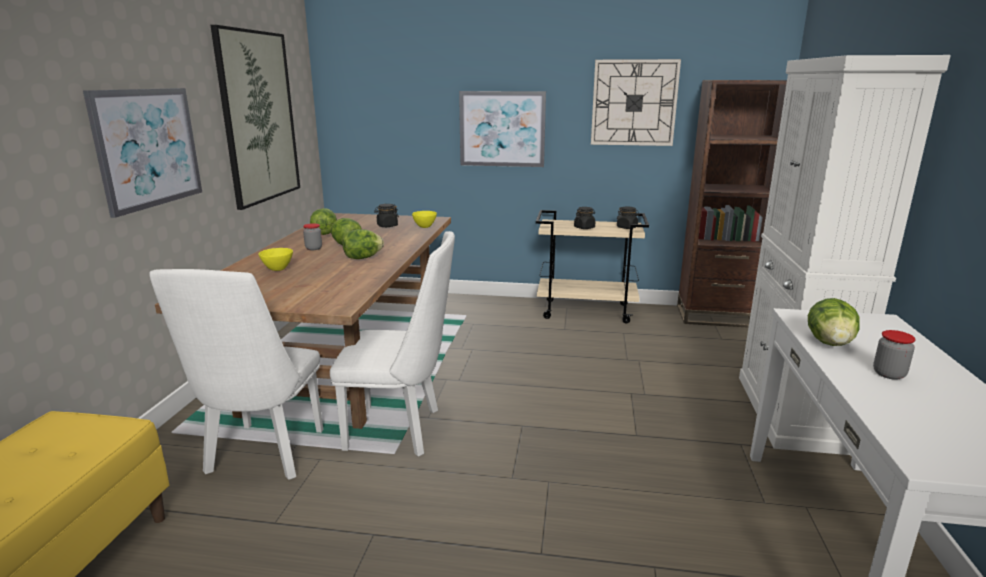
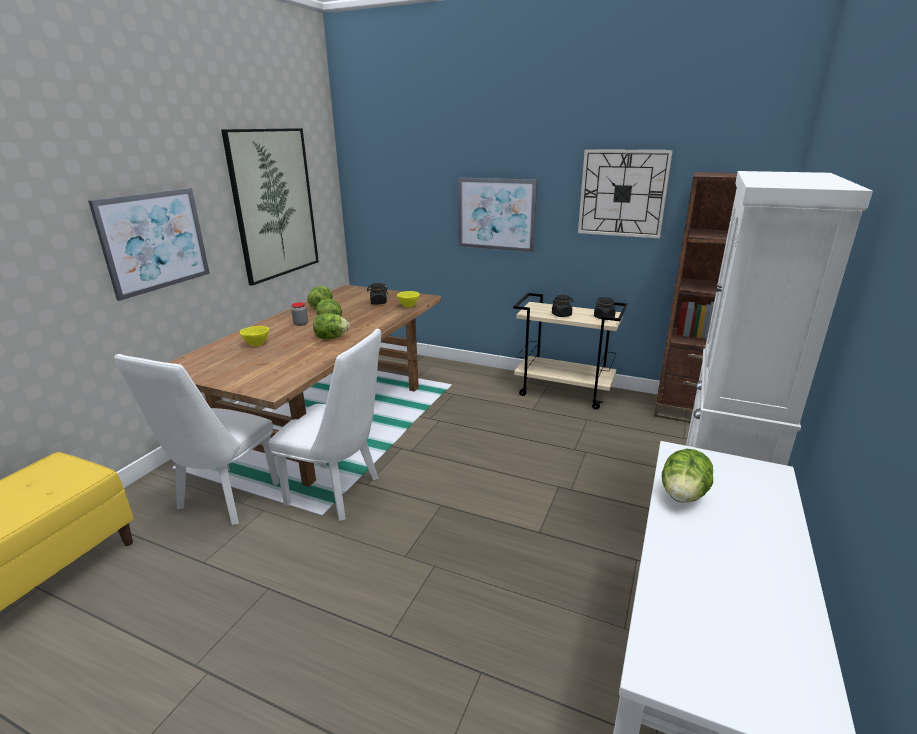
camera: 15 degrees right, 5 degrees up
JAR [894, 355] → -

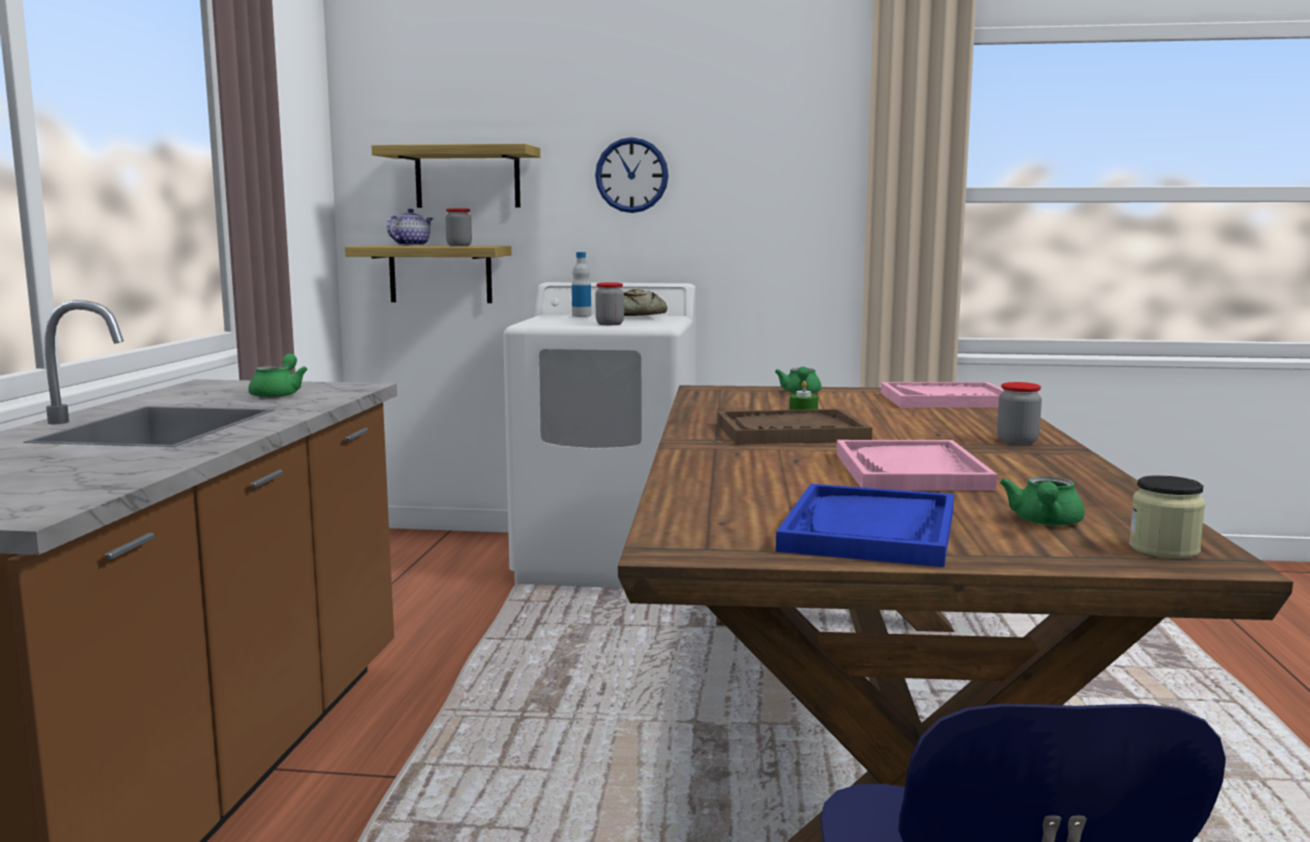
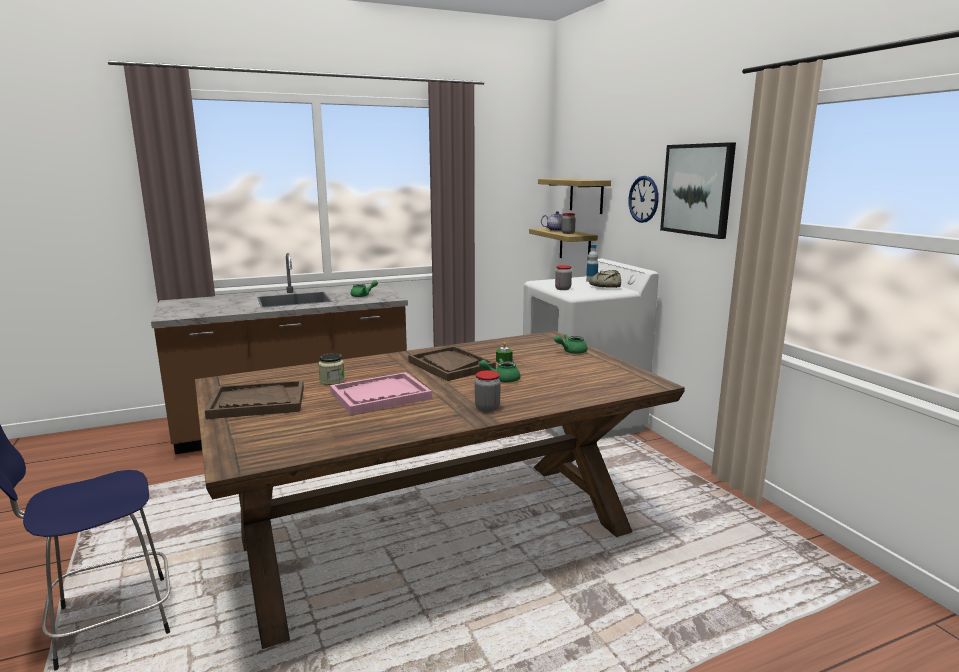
camera: 60 degrees right, 5 degrees up
PINK TRAY [942, 395] → -
JAR [1167, 517] → JAR [331, 369], relocated
GREEN TEAPOT [1042, 501] → GREEN TEAPOT [499, 370], relocated
BLUE TRAY [865, 525] → BROWN TRAY [254, 399]
- → PICTURE [698, 190]

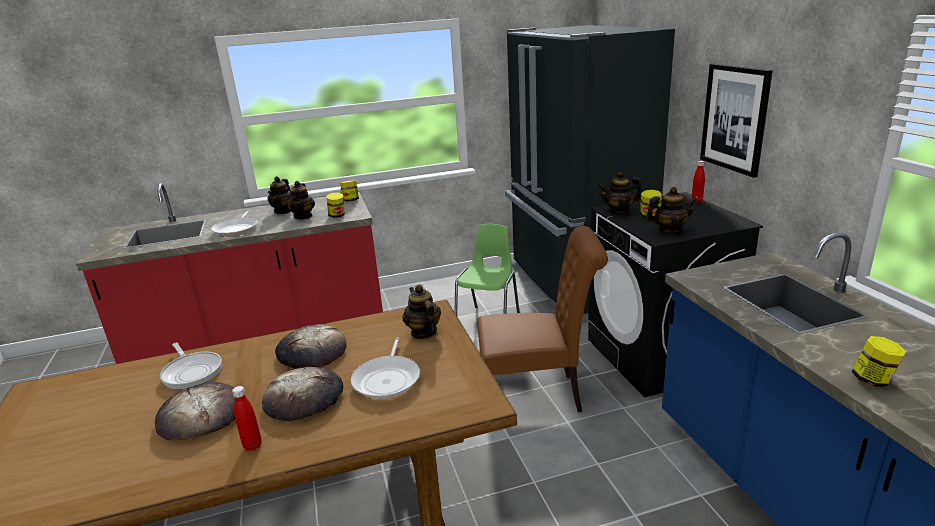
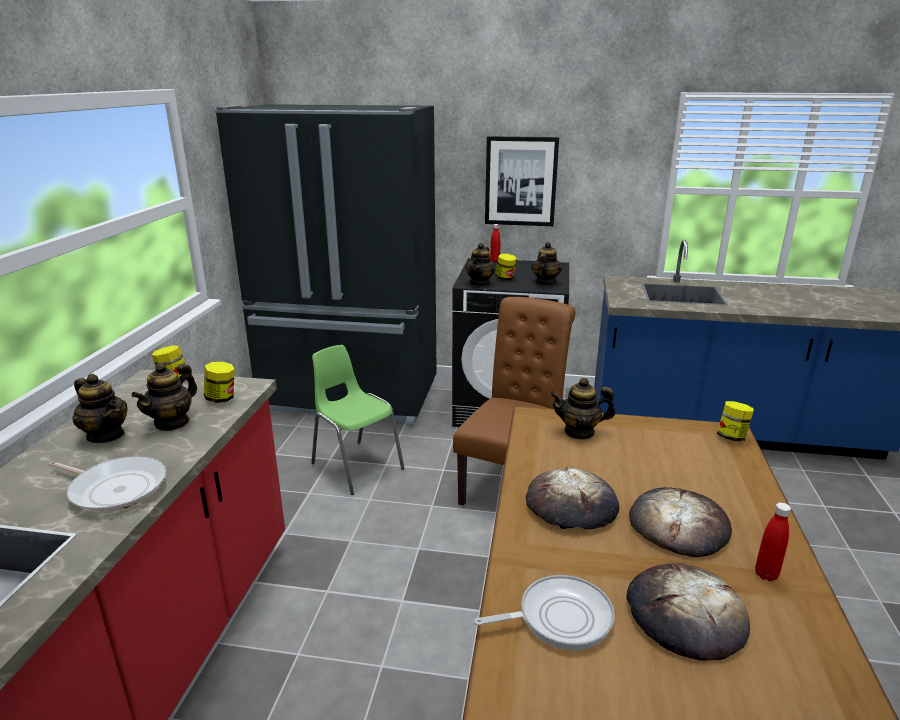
camera: 65 degrees left, 0 degrees up
TEAPOT [301, 200] → TEAPOT [164, 397], 90 degrees clockwise
JAR [878, 362] → JAR [735, 421], relocated
FRYING PAN [385, 368] → -

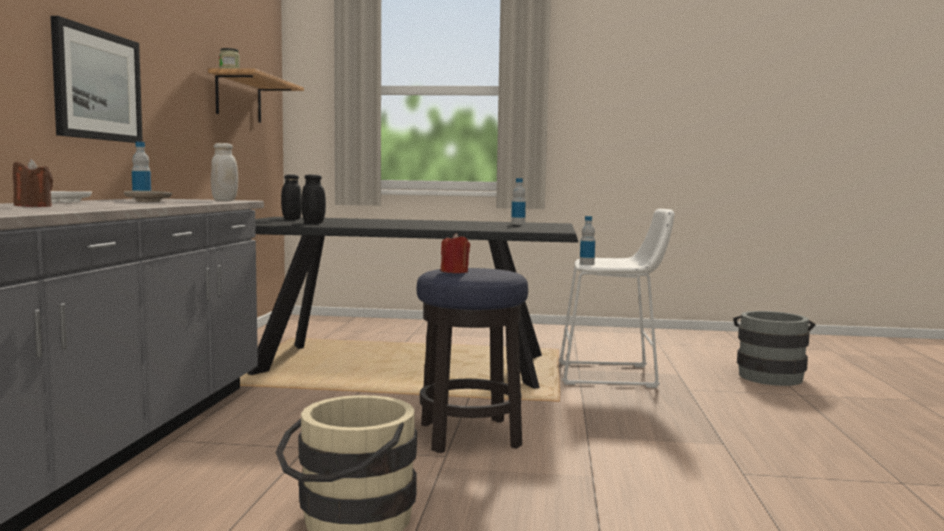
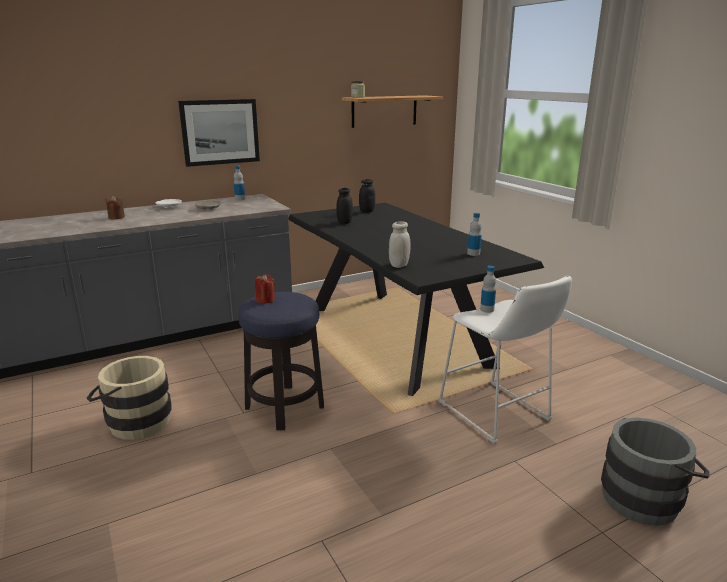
camera: 55 degrees right, 15 degrees up
WHITE JAR [224, 172] → WHITE JAR [399, 244], relocated

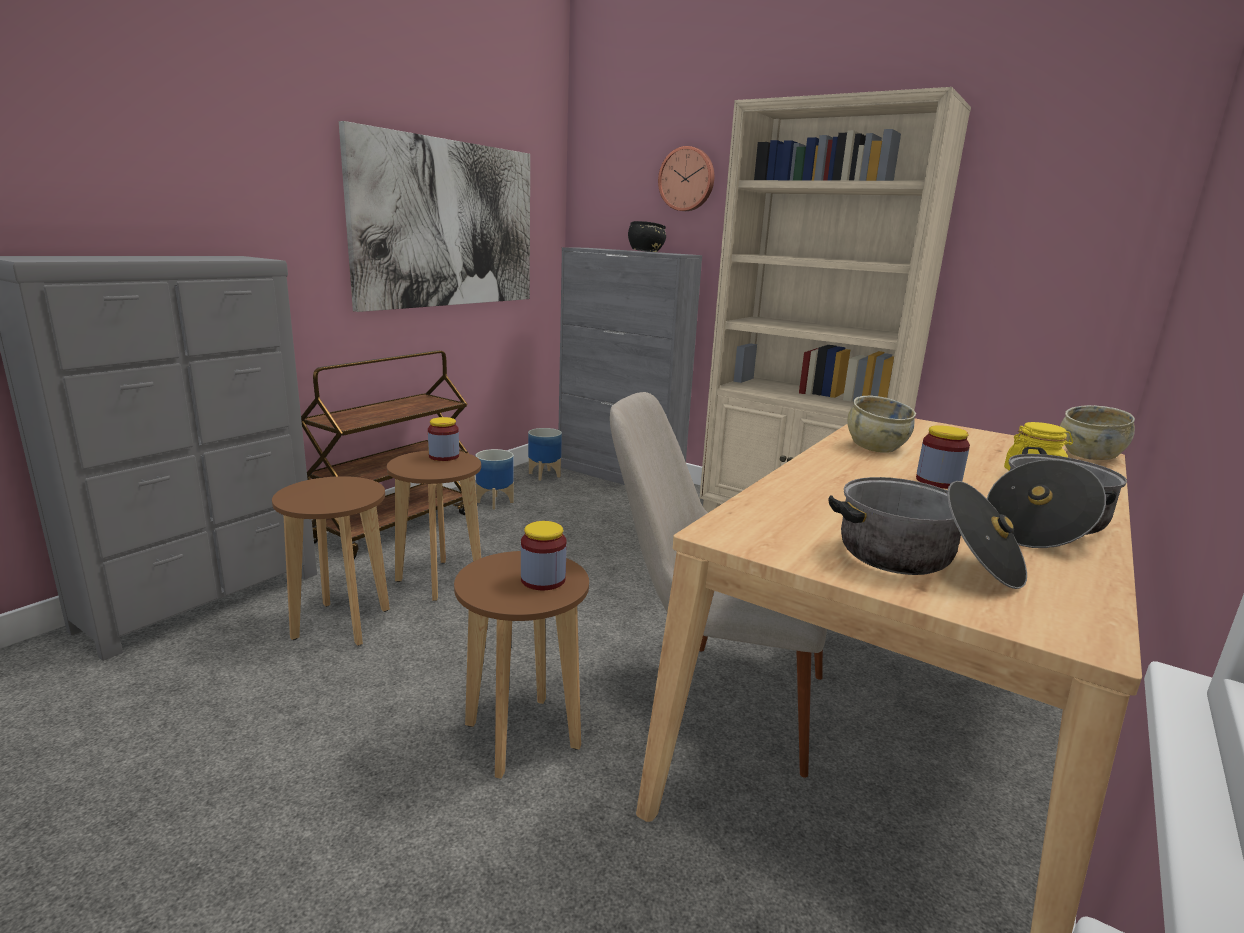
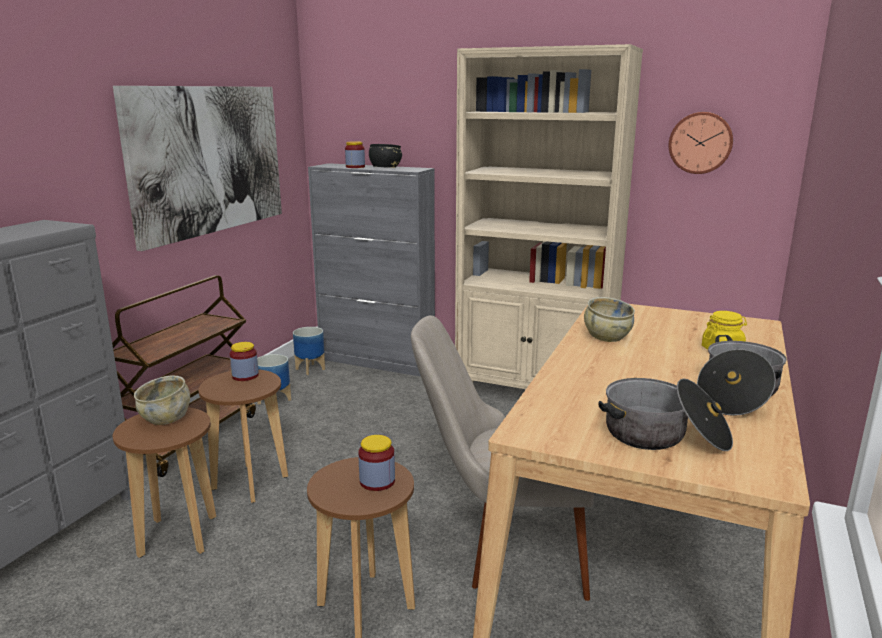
camera: 10 degrees left, 0 degrees up
WALL CLOCK [686, 178] → WALL CLOCK [701, 143], relocated
BEIGE BOWL [1097, 432] → BEIGE BOWL [162, 400], relocated
JAR [943, 457] → JAR [355, 154], relocated

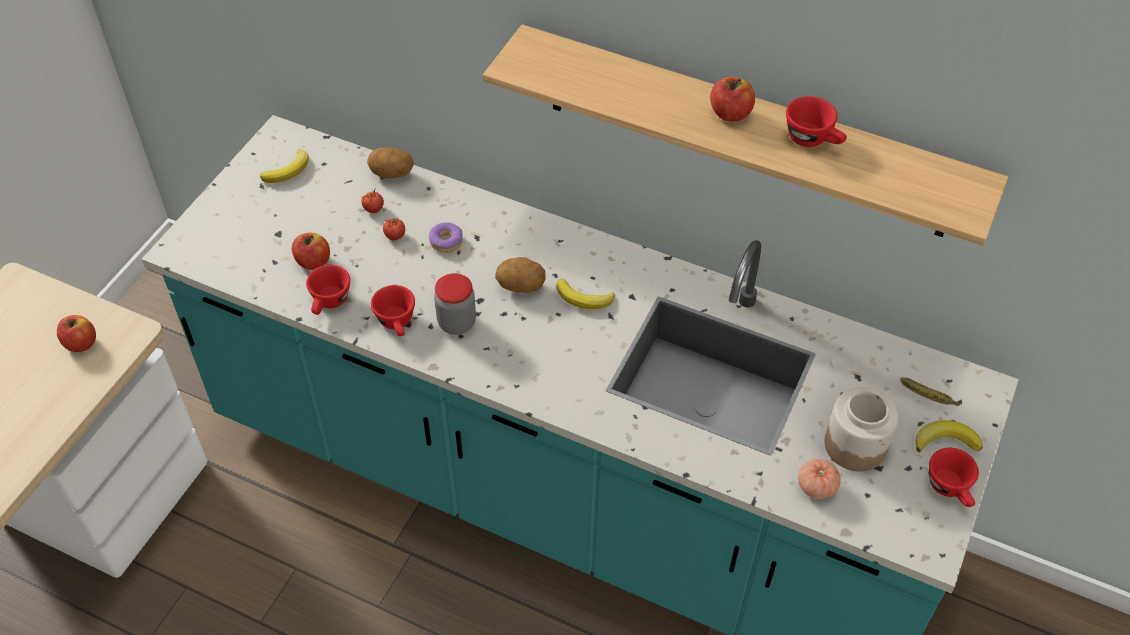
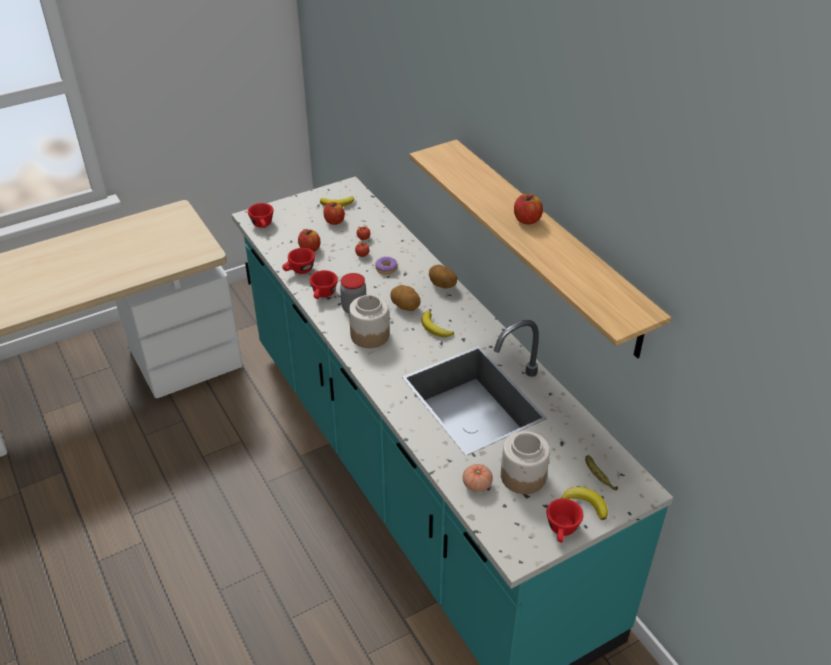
camera: 35 degrees right, 10 degrees down
RED CUP [816, 121] → RED CUP [260, 215], relocated
POTATO [390, 163] → POTATO [443, 276], relocated
APPLE [76, 333] → APPLE [334, 213], relocated
- → JAR [369, 321]

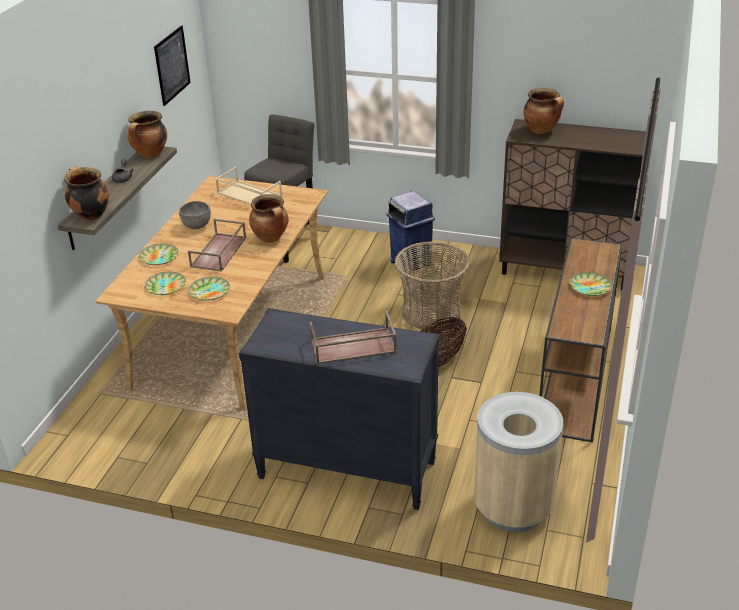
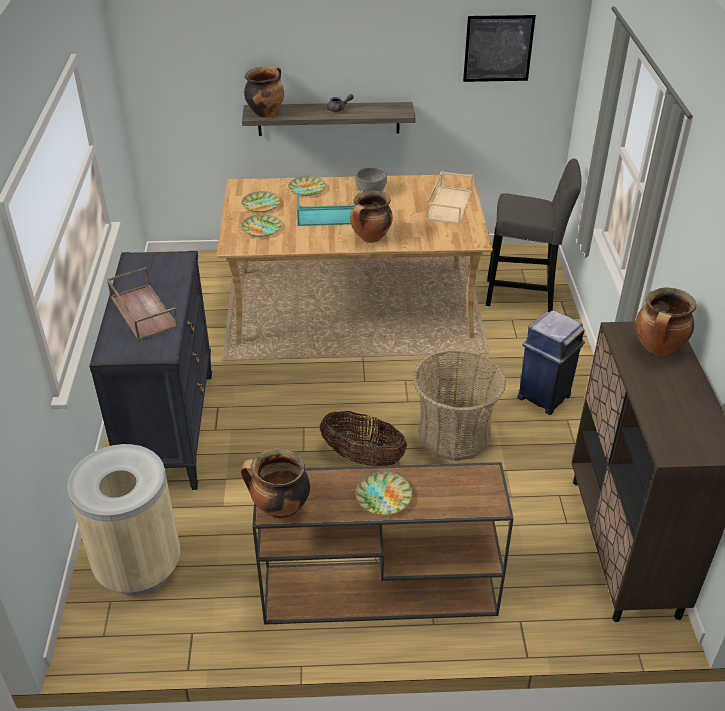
camera: 70 degrees right, 5 degrees up
COOKING POT [147, 134] → COOKING POT [275, 483], relocated
BROWN TRAY [217, 245] → TURQUOISE TRAY [330, 208]

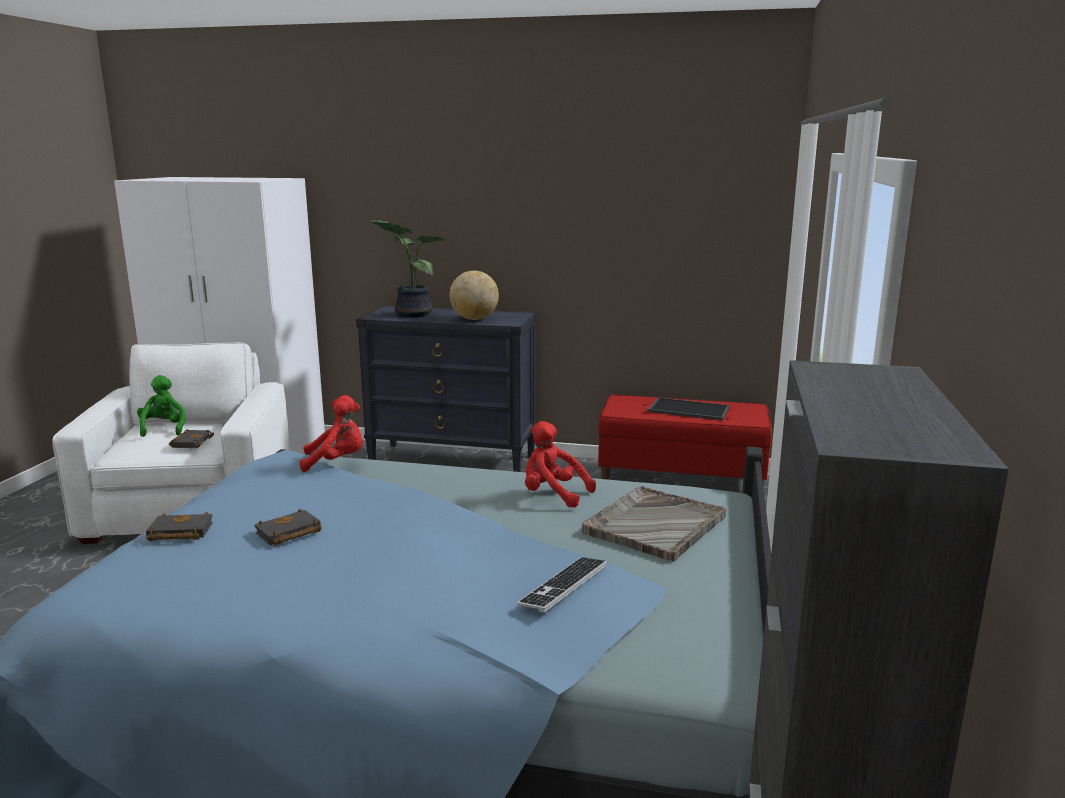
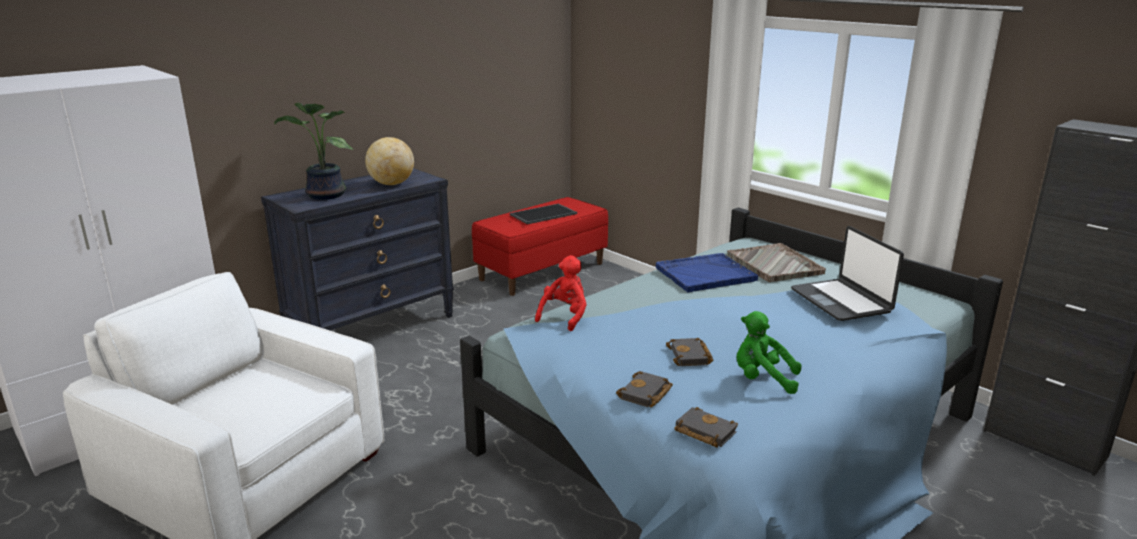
camera: 55 degrees left, 5 degrees up
GREEN PLUSH TOY [161, 406] → GREEN PLUSH TOY [769, 352], relocated
RED PLUSH TOY [560, 464] → BLUE TRAY [707, 272]
BLACK BOOK [191, 438] → BLACK BOOK [706, 427], relocated
KEYBOARD [562, 585] → LAPTOP [847, 273]

